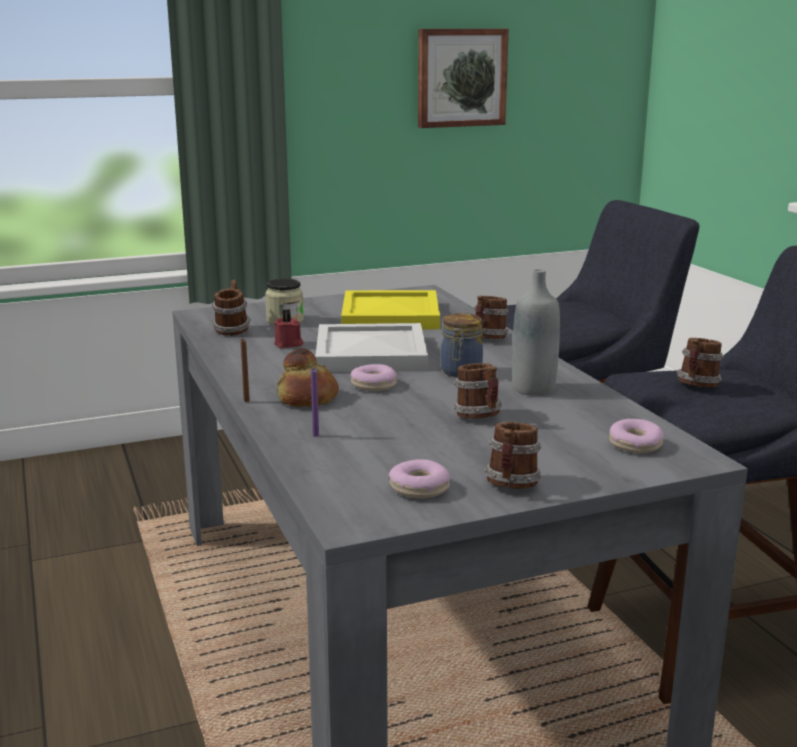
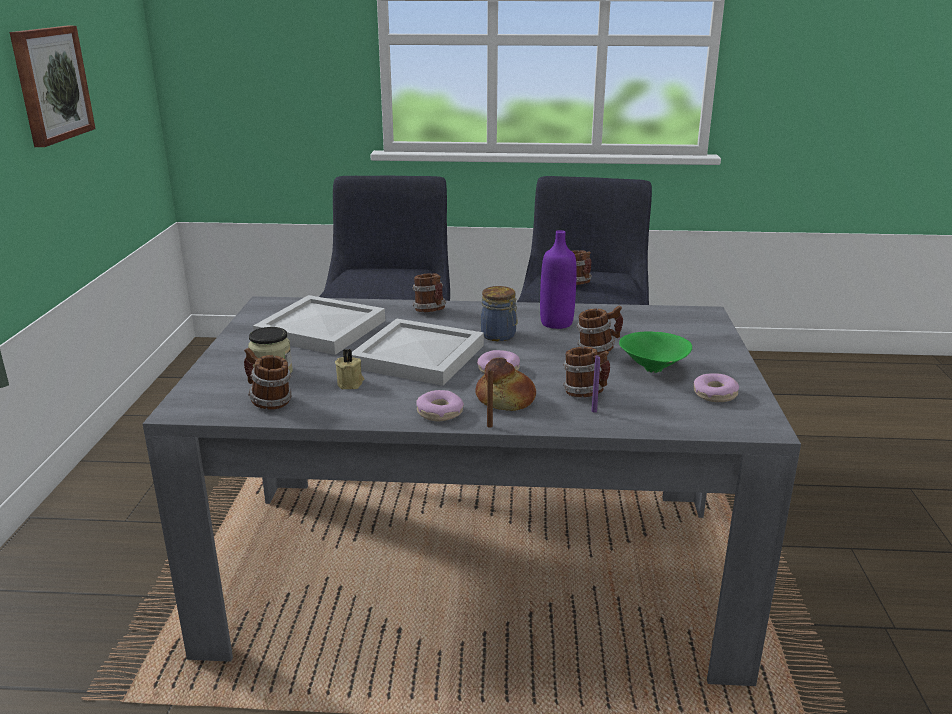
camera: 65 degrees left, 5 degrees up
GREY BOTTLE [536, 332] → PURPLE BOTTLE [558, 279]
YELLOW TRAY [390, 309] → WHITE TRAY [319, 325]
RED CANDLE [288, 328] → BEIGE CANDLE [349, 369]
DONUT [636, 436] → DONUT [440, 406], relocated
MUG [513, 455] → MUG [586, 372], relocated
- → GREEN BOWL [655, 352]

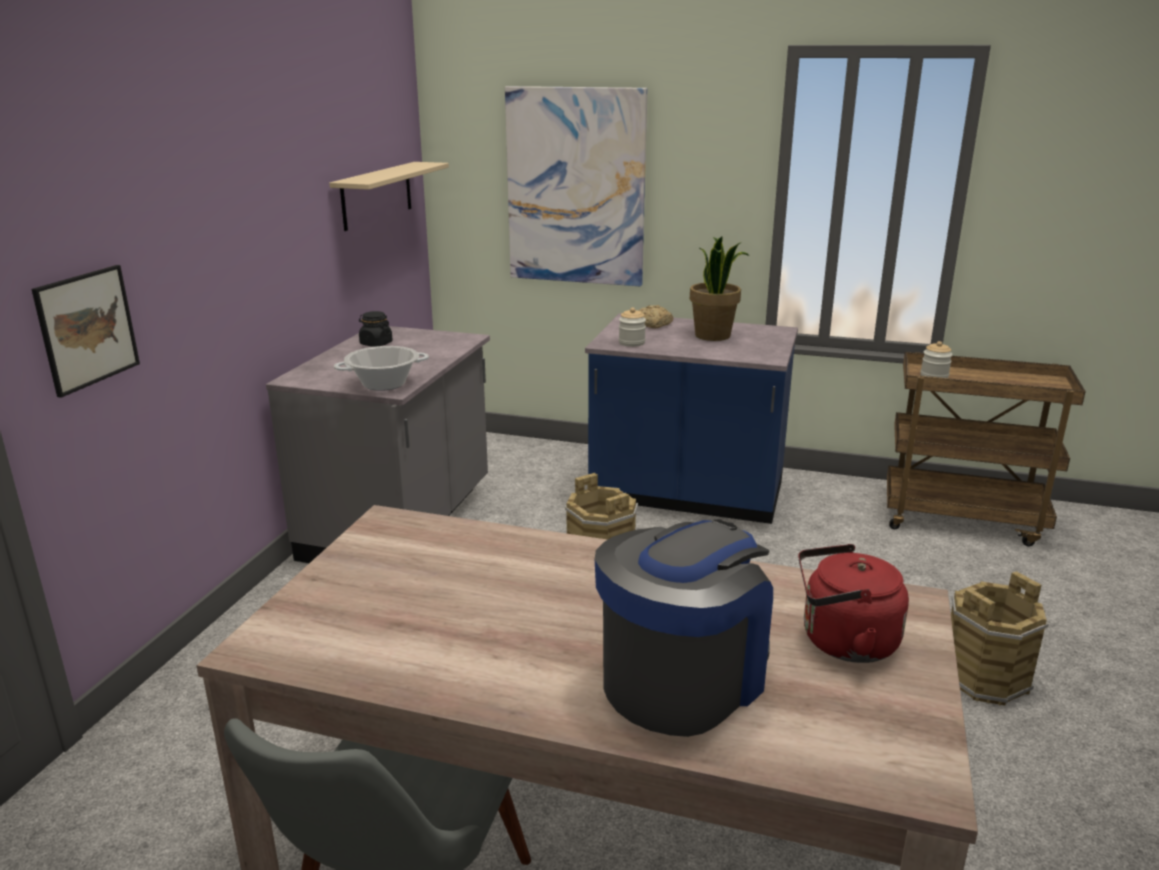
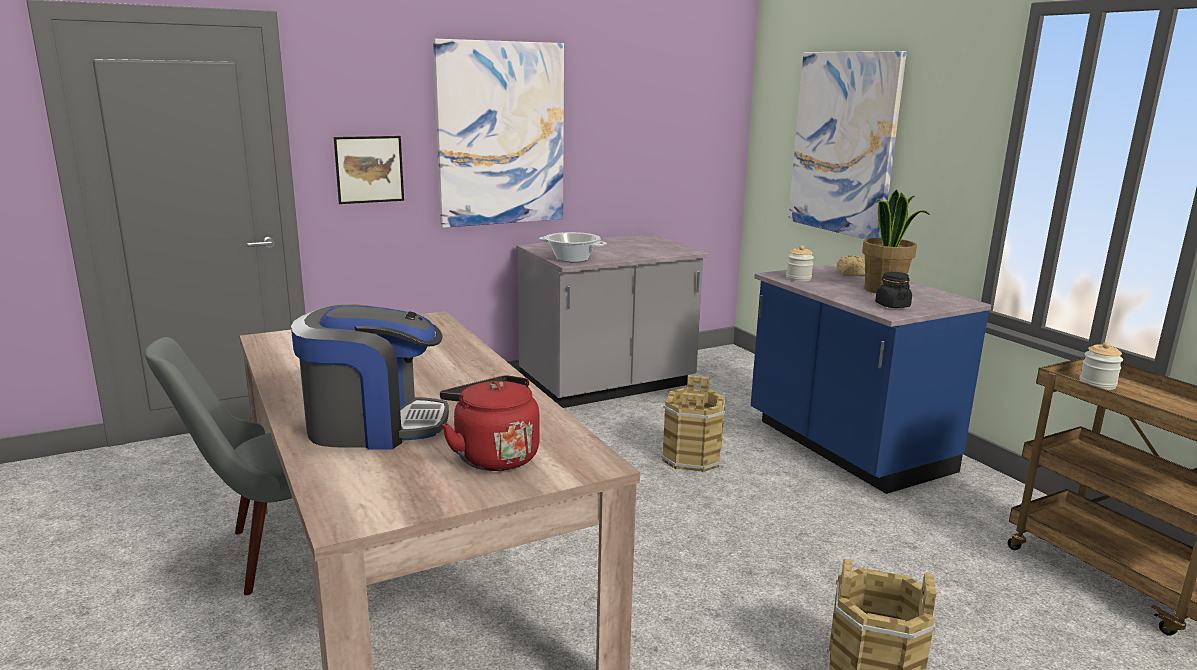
camera: 45 degrees right, 5 degrees down
BEIGE SHELF [389, 196] → -
BLACK JAR [376, 329] → BLACK JAR [893, 290], relocated
- → PICTURE [498, 133]

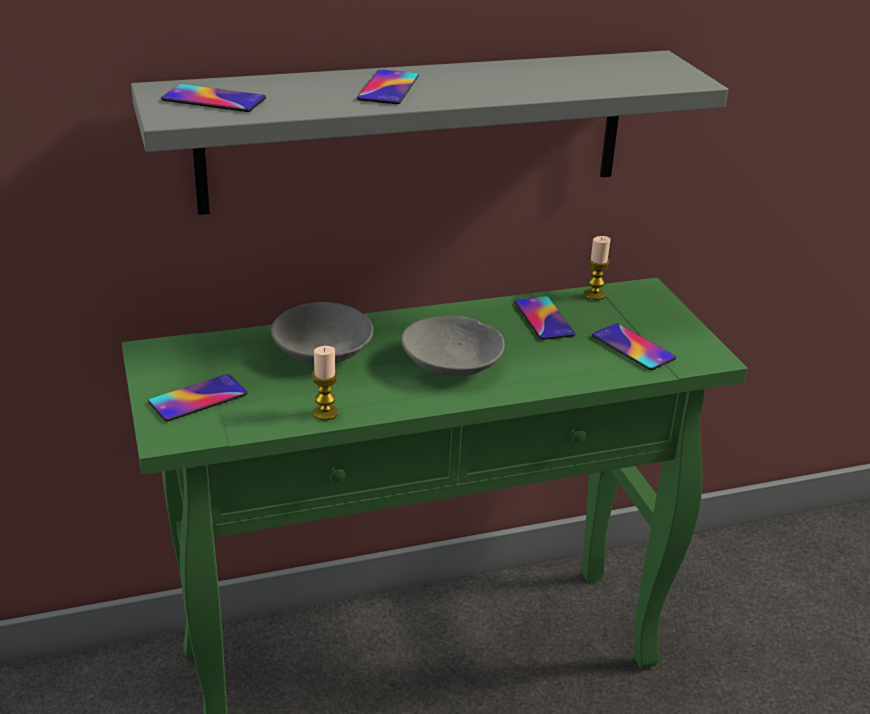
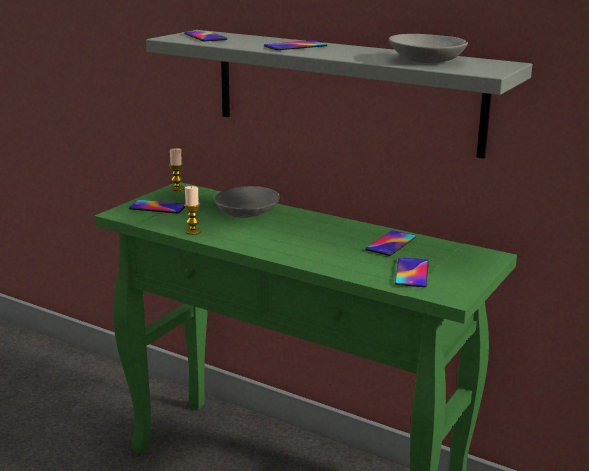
camera: 50 degrees right, 10 degrees down
CANDLE [597, 268] → CANDLE [176, 169], relocated
GREY BOWL [453, 346] → GREY BOWL [428, 48], relocated

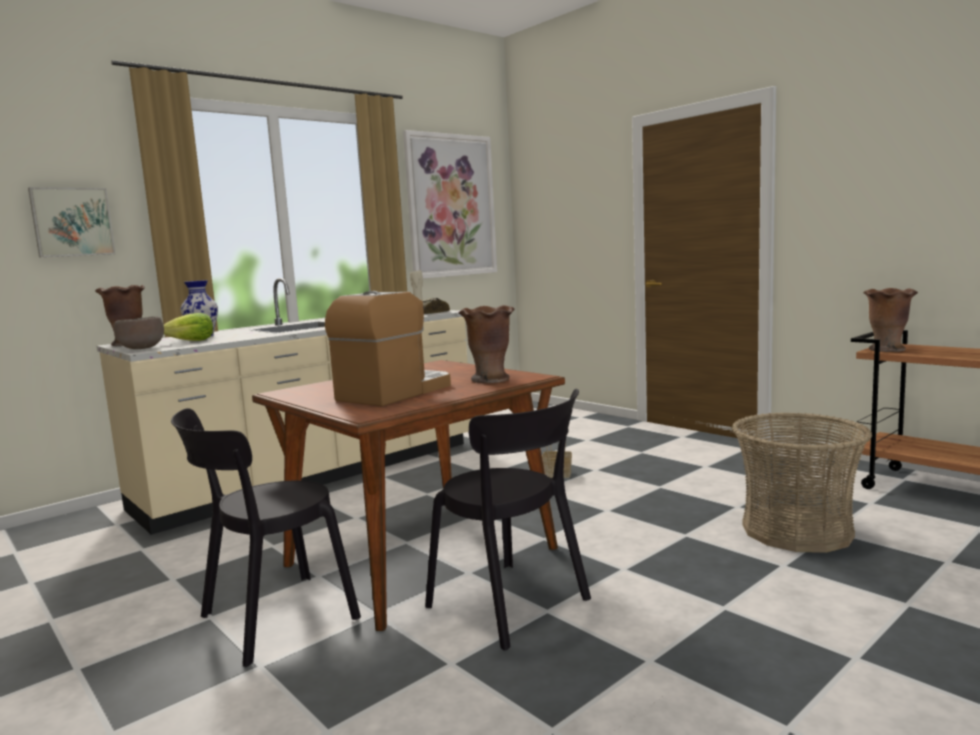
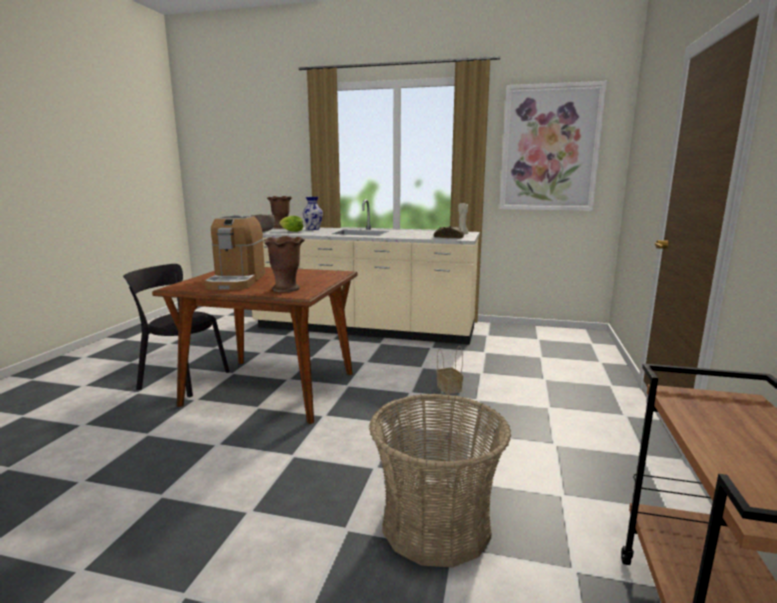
camera: 55 degrees right, 5 degrees up
PICTURE [72, 222] → -
BROWN VASE [890, 320] → -
COFFEE MACHINE [388, 348] → COFFEE MACHINE [235, 252], 90 degrees clockwise
BLACK CHAIR [508, 520] → -

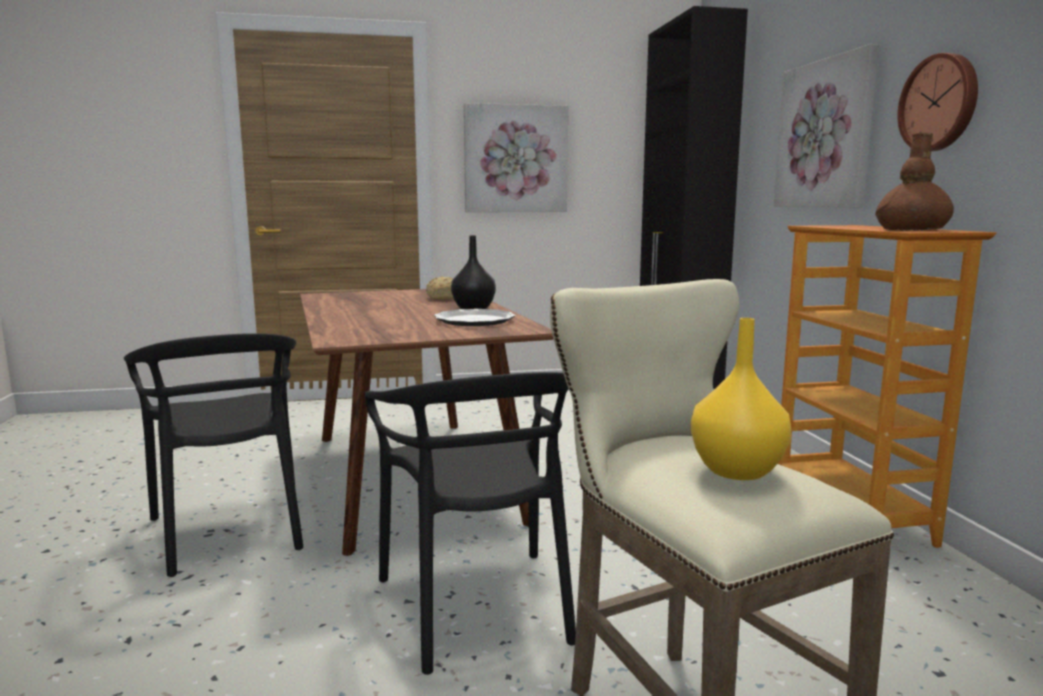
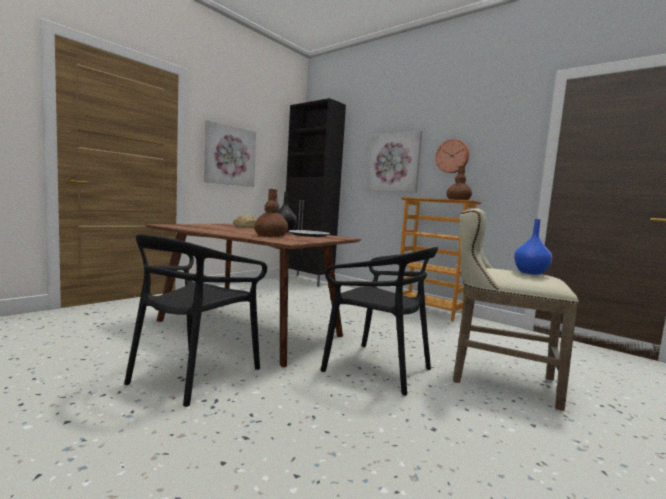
camera: 40 degrees left, 5 degrees down
YELLOW VASE [741, 399] → BLUE VASE [533, 247]
BLACK CHAIR [213, 455] → BLACK CHAIR [195, 321], 90 degrees clockwise
- → BROWN VASE [271, 213]

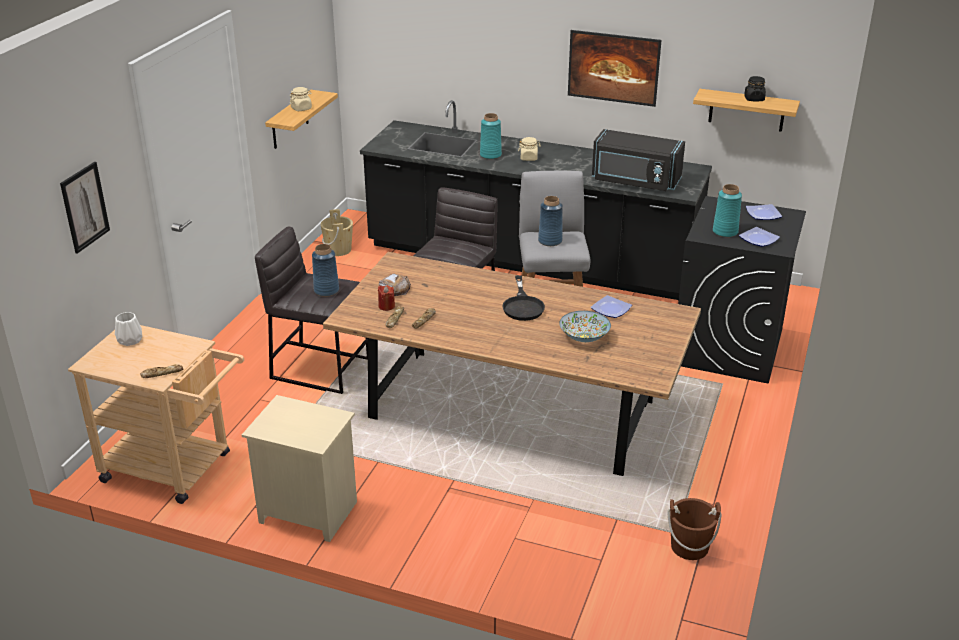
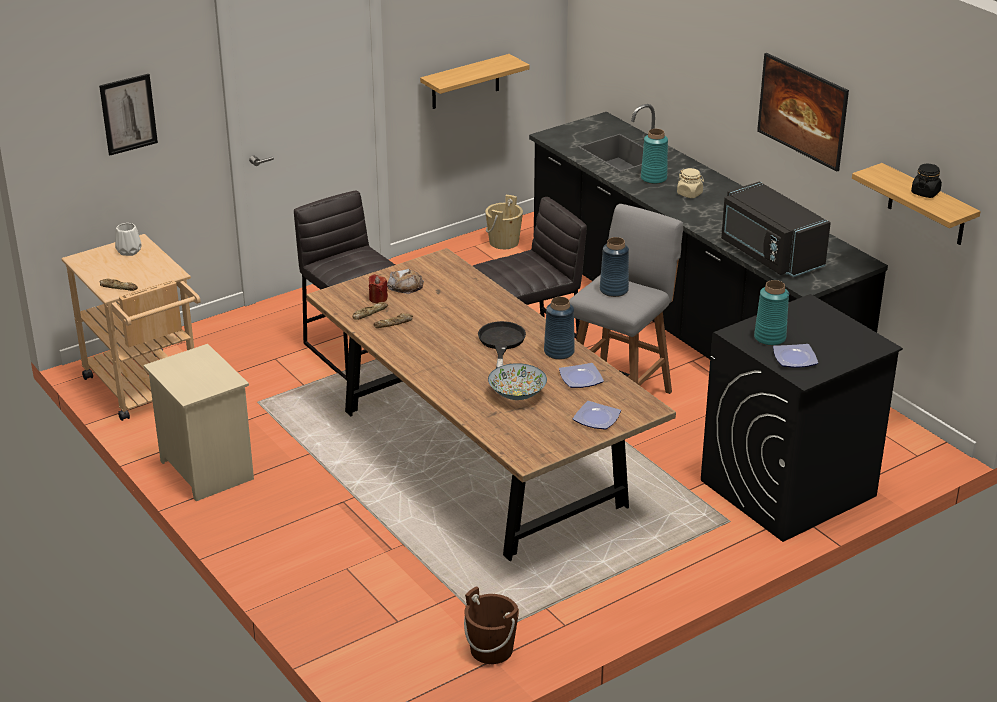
camera: 35 degrees right, 0 degrees up
BEIGE JAR [301, 99] → -
PLATE [764, 212] → PLATE [597, 415], relocated
BLUE VASE [325, 270] → BLUE VASE [559, 328], relocated
BLACK FRYING PAN [523, 298] → BLACK FRYING PAN [502, 344], 150 degrees clockwise

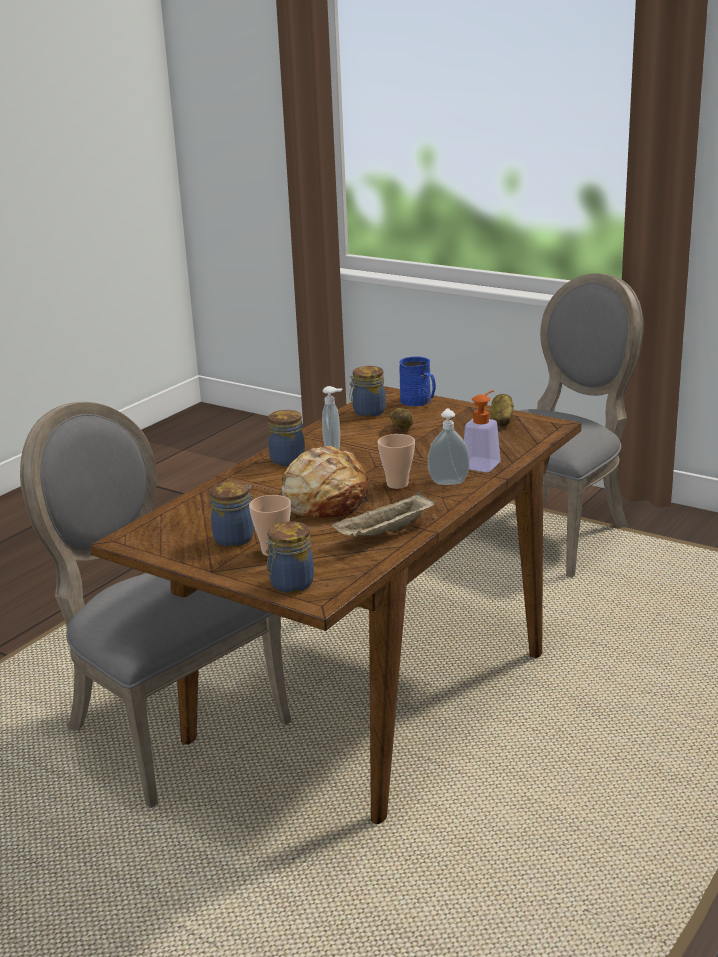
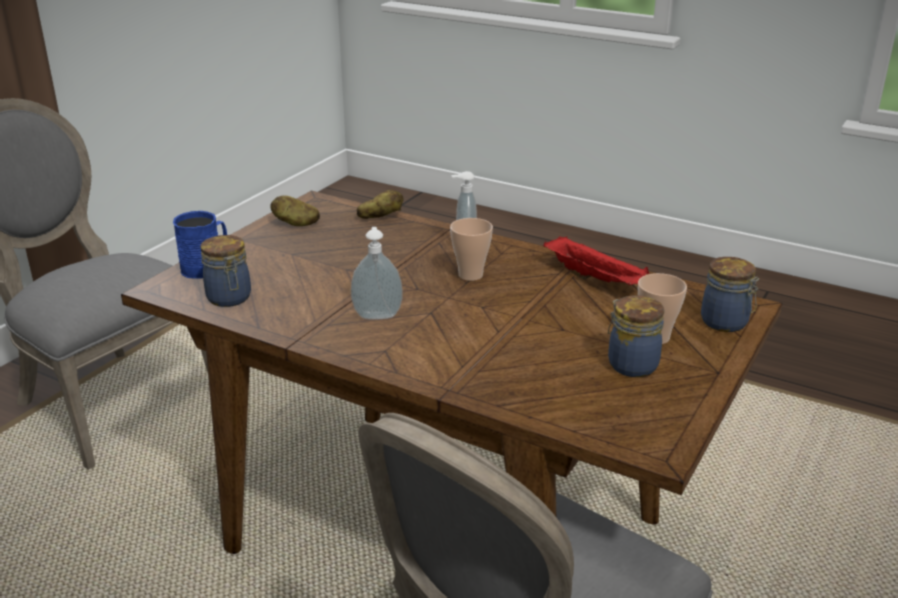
camera: 95 degrees left, 5 degrees up
SOAP DISPENSER [482, 431] → -
POTATO [401, 419] → POTATO [380, 204], relocated
JAR [286, 438] → -
BREAD [325, 482] → -
BEIGE TRAY [383, 514] → RED TRAY [596, 260]

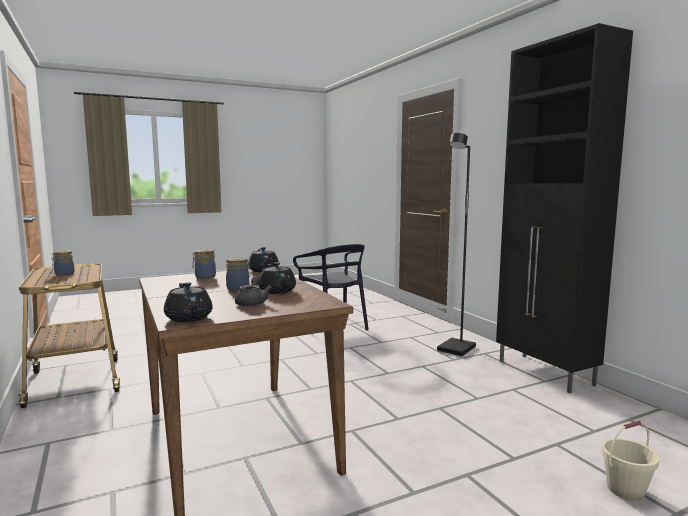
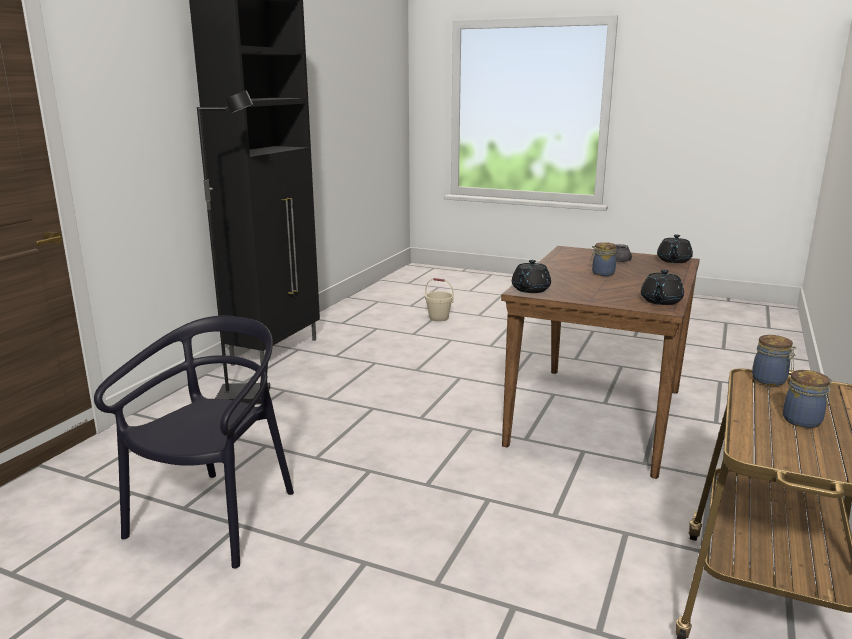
camera: 130 degrees left, 10 degrees up
JAR [204, 264] → JAR [774, 360], relocated
BLACK TEAPOT [277, 278] → BLACK TEAPOT [662, 287], relocated

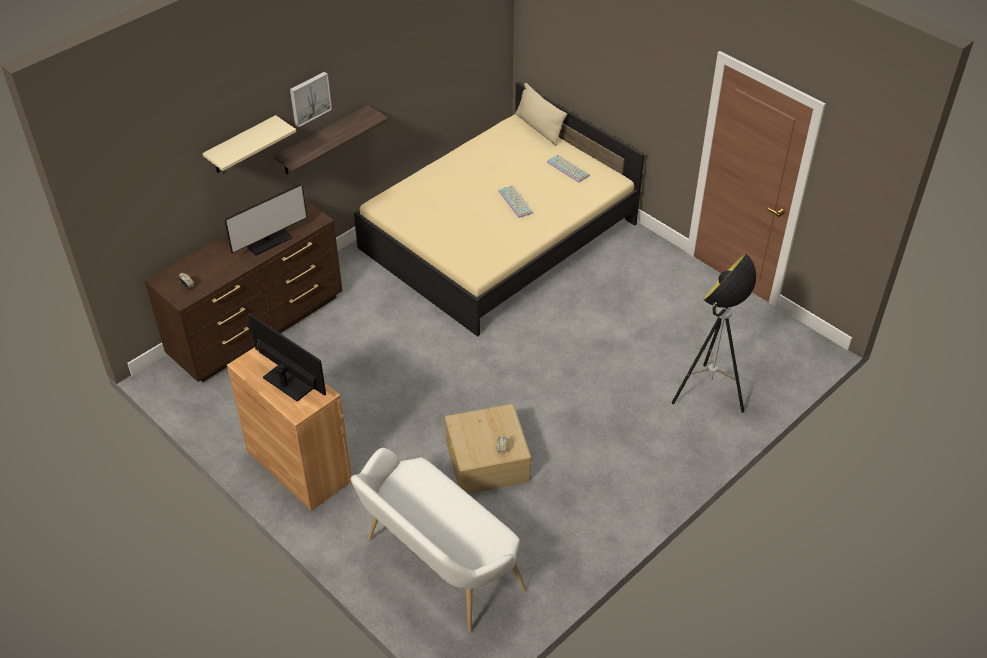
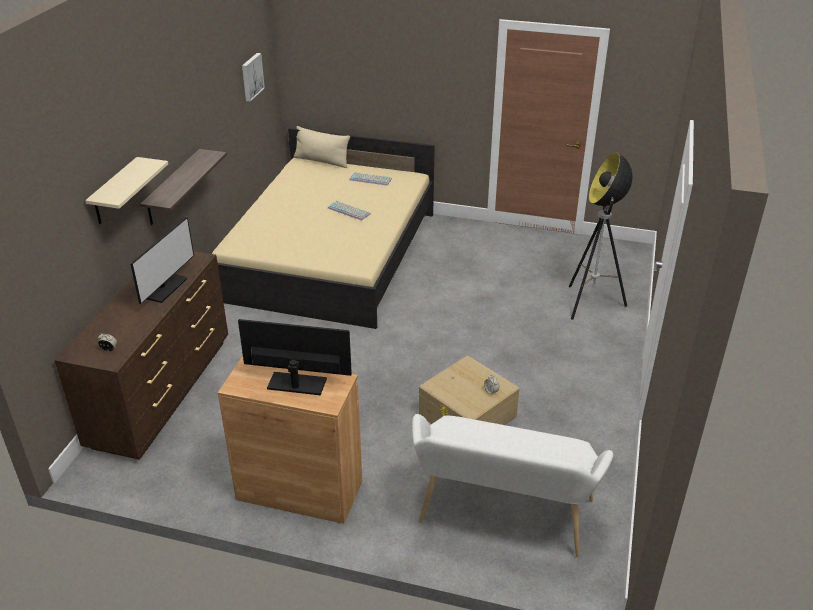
camera: 30 degrees left, 10 degrees down
PICTURE [311, 100] → PICTURE [253, 77], relocated

